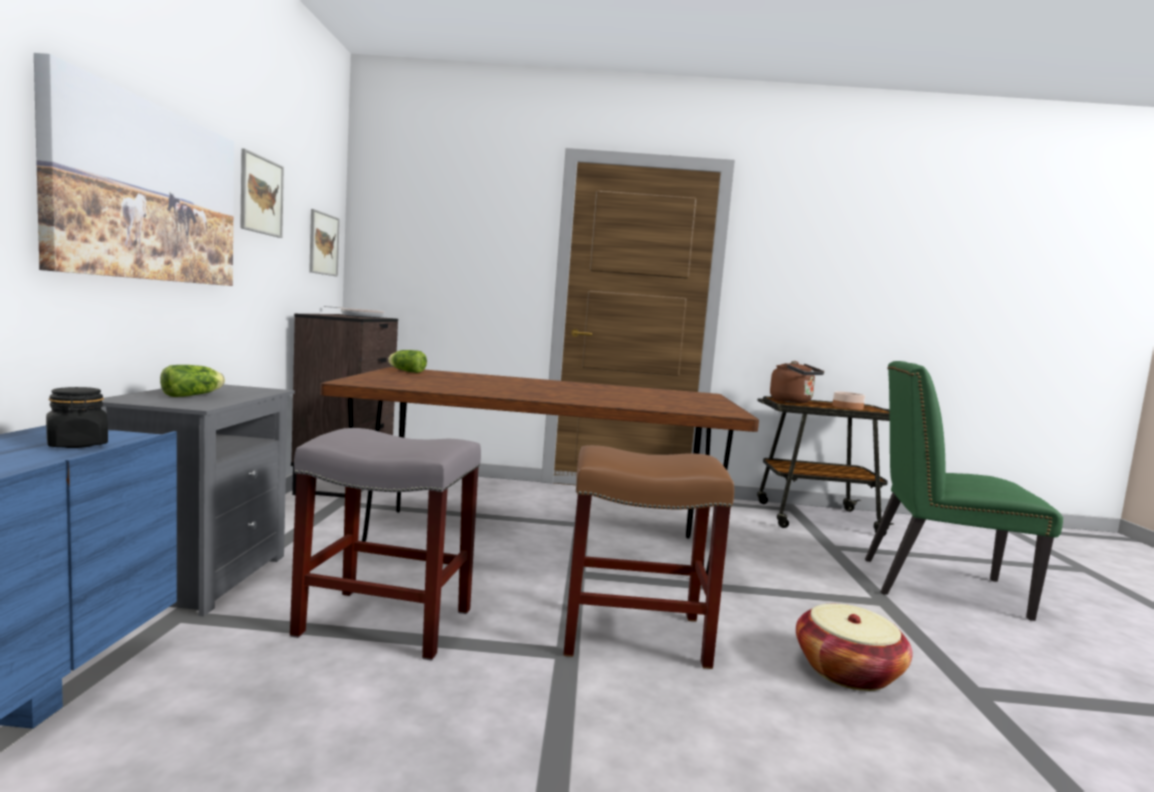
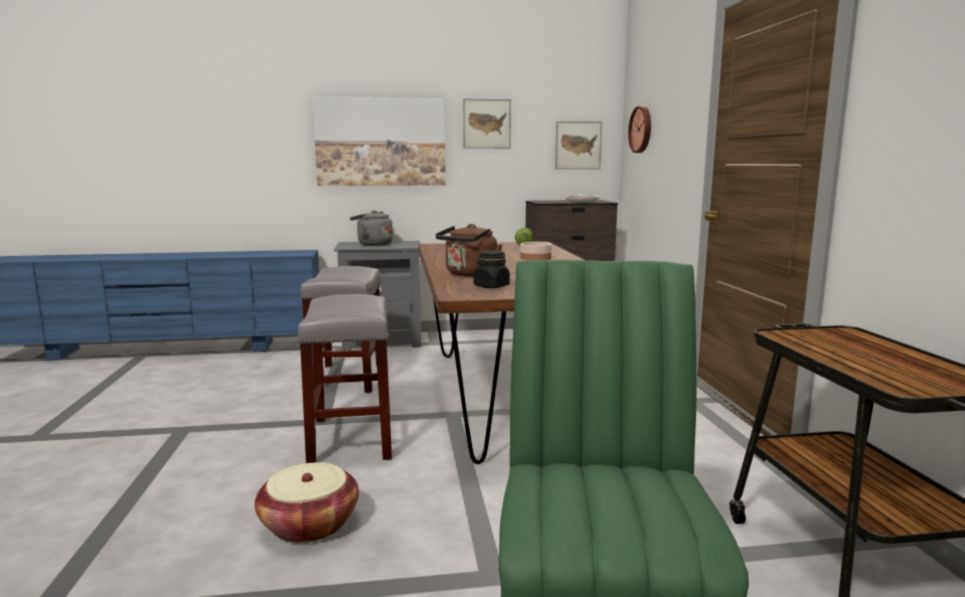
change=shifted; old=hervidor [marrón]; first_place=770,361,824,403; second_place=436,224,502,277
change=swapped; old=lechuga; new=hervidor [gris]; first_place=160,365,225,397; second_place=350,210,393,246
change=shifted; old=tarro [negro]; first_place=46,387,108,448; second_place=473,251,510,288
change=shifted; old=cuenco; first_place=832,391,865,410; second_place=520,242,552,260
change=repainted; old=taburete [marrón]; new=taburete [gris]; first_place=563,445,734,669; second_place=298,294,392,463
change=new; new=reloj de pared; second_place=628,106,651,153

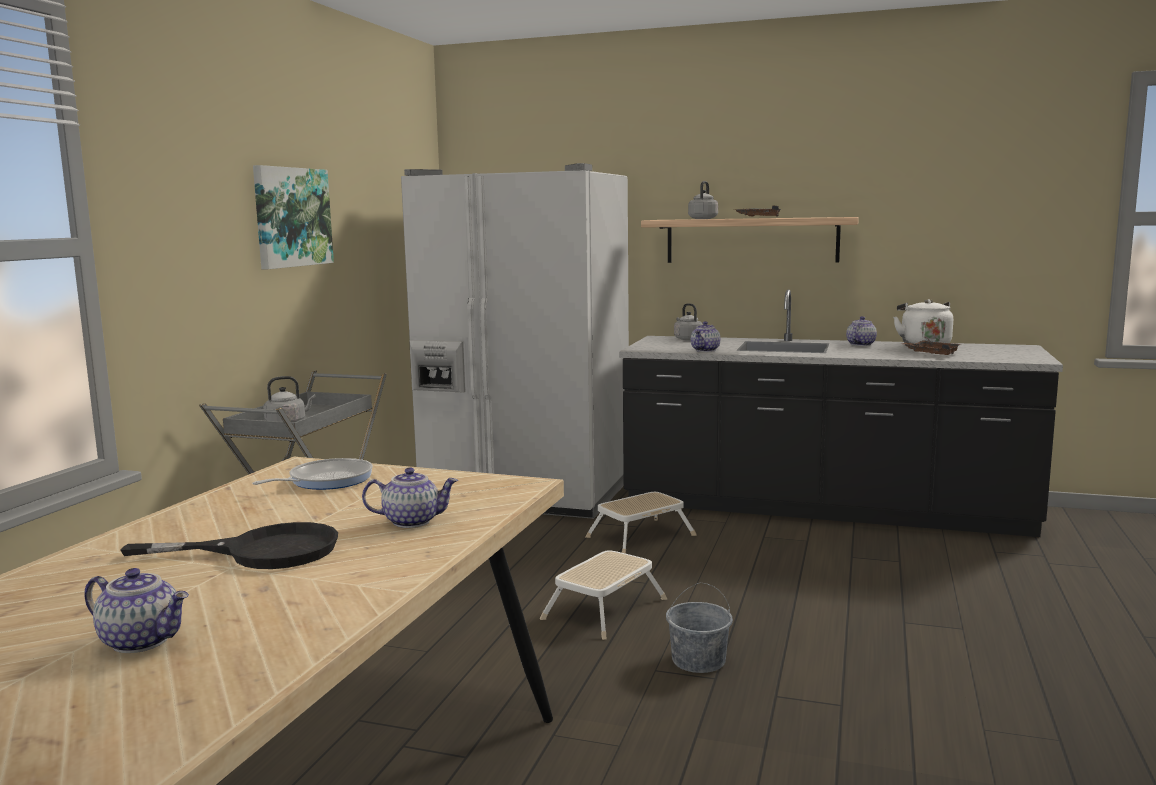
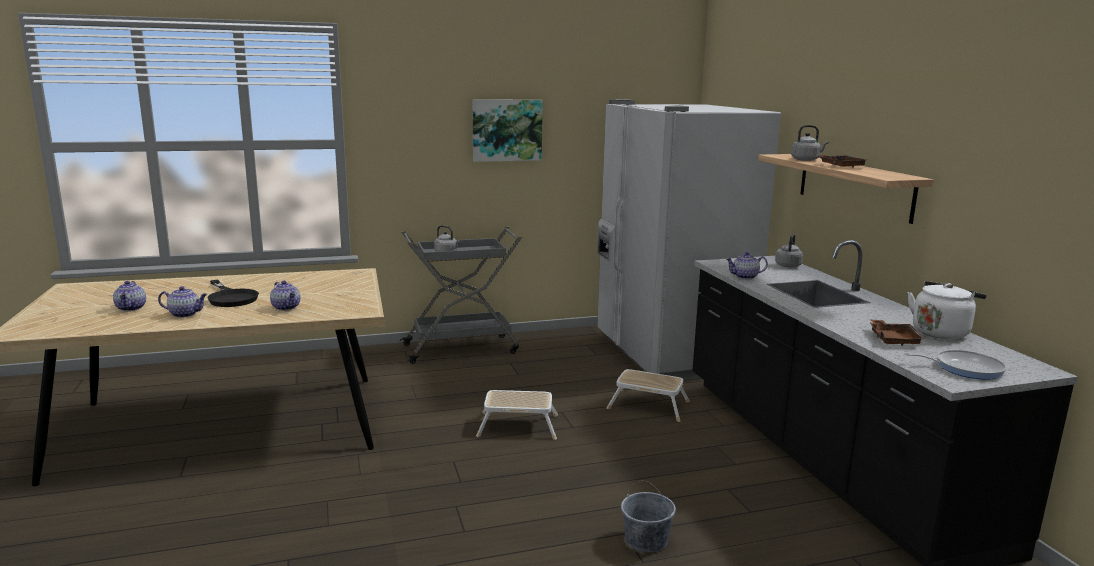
change=shifted; old=tetera; first_place=846,316,877,346; second_place=158,286,207,318
change=shifted; old=sartén; first_place=252,458,373,490; second_place=904,350,1007,380
change=shifted; old=cubo [gris]; first_place=666,583,733,673; second_place=621,481,676,552

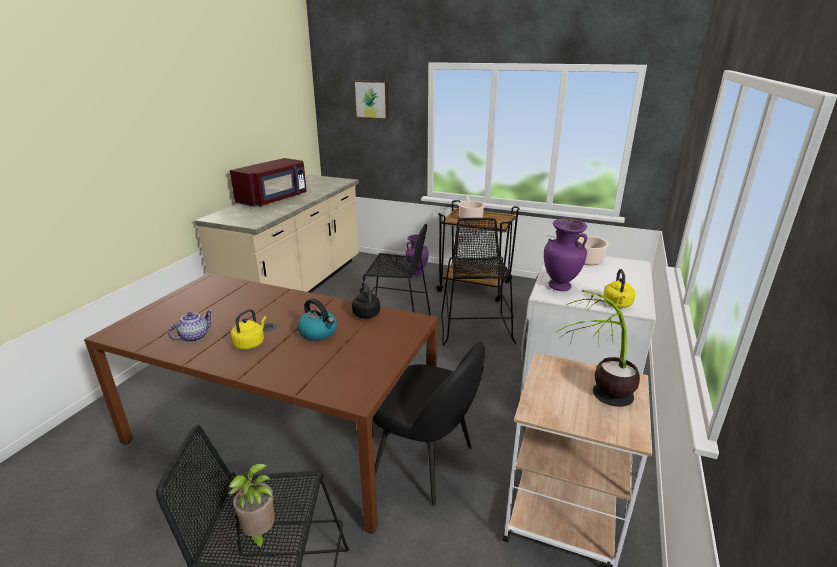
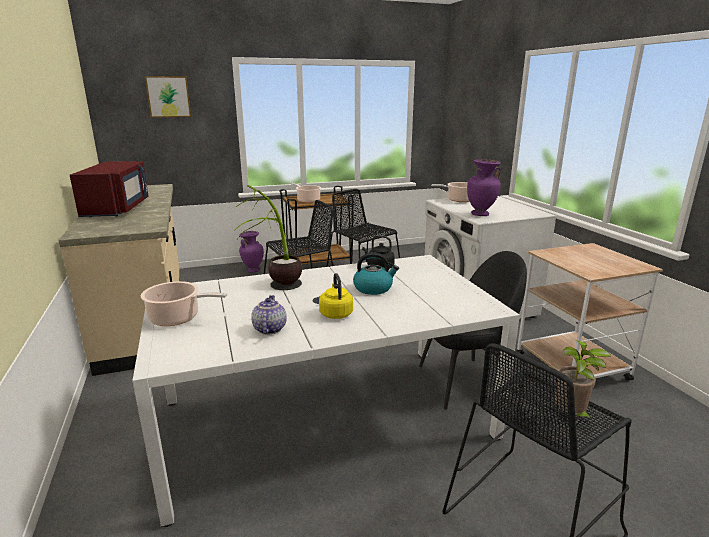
change=gone; old=hervidor [amarillo]; first_place=603,269,635,308
change=repainted; old=mesa de comedor [marrón]; new=mesa de comedor [blanco]; first_place=84,273,438,534; second_place=132,255,520,527
change=shifted; old=planta en maceta; first_place=556,290,640,407; second_place=234,185,302,290
change=new; new=olla; second_place=141,281,227,326

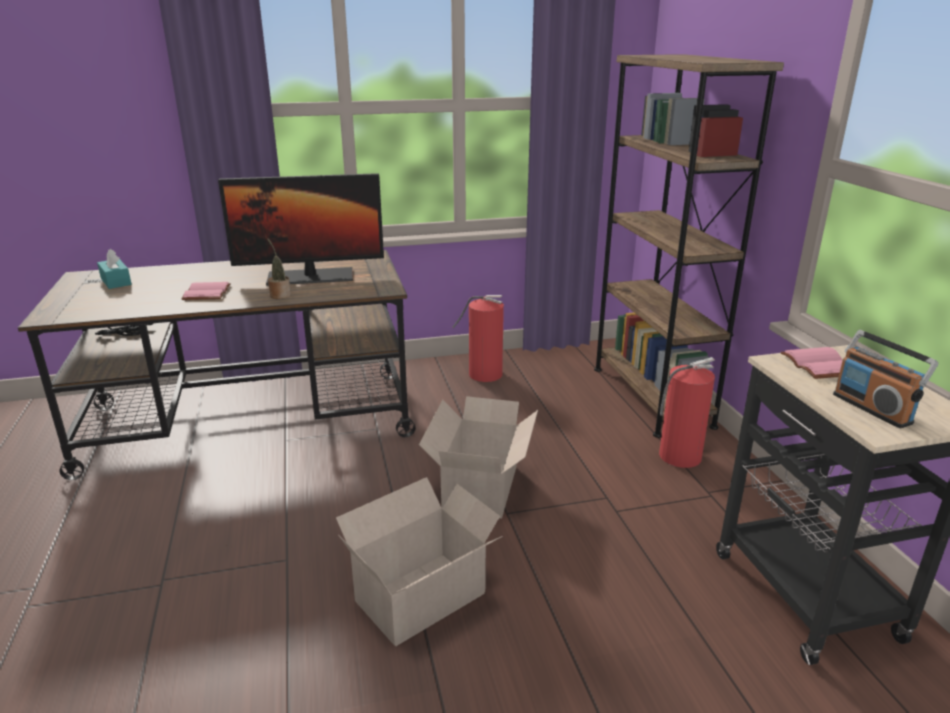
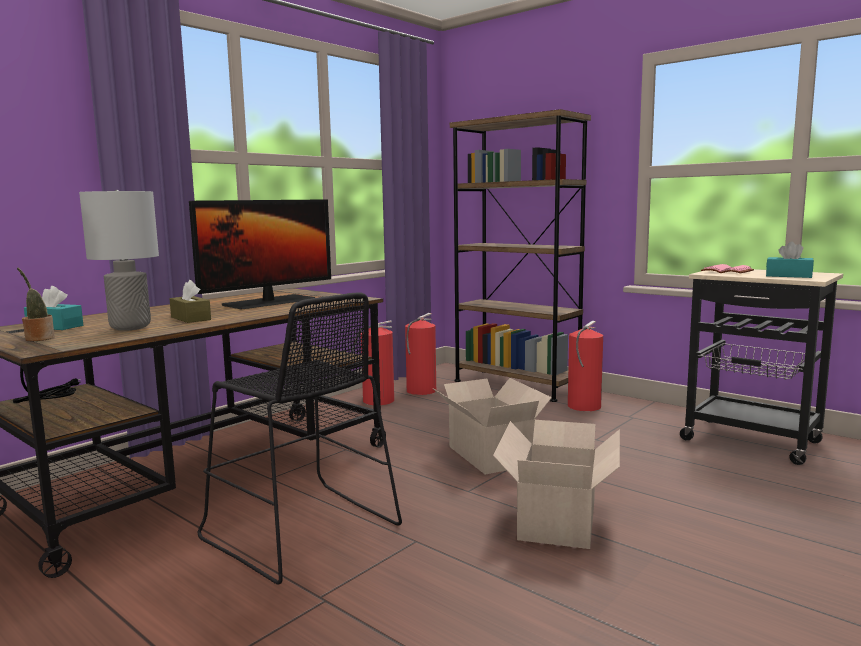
change=shifted; old=planta en maceta; first_place=267,238,291,299; second_place=17,268,55,341
change=swapped; old=libro [rosa]; new=caja de pañuelos [marrón]; first_place=182,282,231,300; second_place=170,280,211,323
change=swapped; old=radio; new=caja de pañuelos [turquesa]; first_place=833,330,938,428; second_place=766,241,814,278
change=new; new=lámpara de mesa [gris]; second_place=79,190,159,331
change=new; new=taburete [negro]; second_place=198,293,402,585
change=new; new=extintor; second_place=405,313,436,395

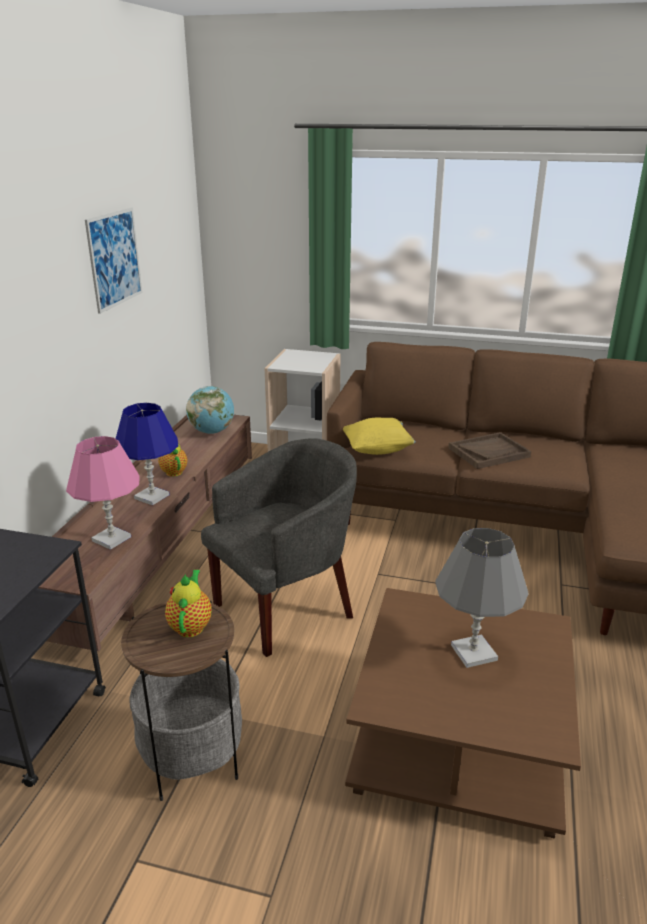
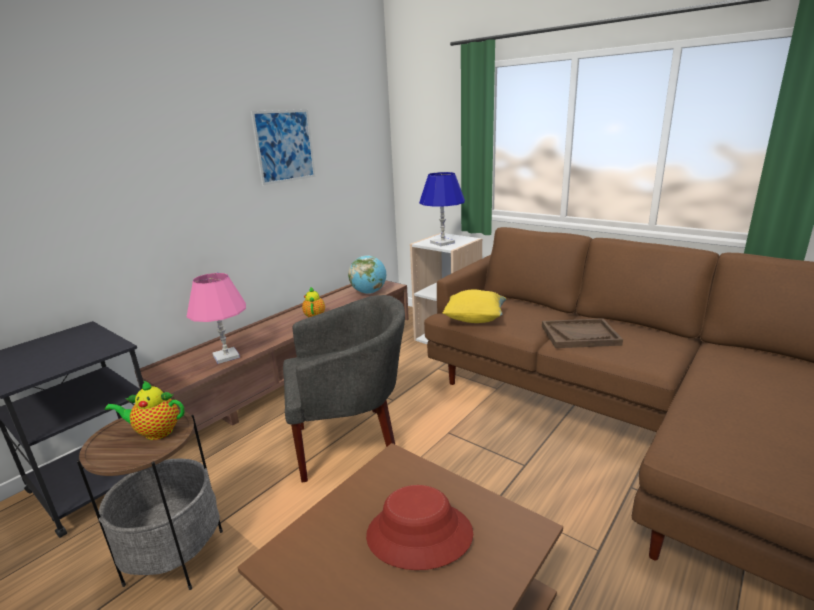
change=shifted; old=lámpara de mesa [azul]; first_place=116,403,178,505; second_place=419,172,465,246
change=swapped; old=lámpara de mesa [gris]; new=sombrero [rojo]; first_place=435,528,528,668; second_place=366,485,473,570
change=rotated; old=tetera; first_place=165,570,212,637; second_place=105,380,185,440; degrees=-120

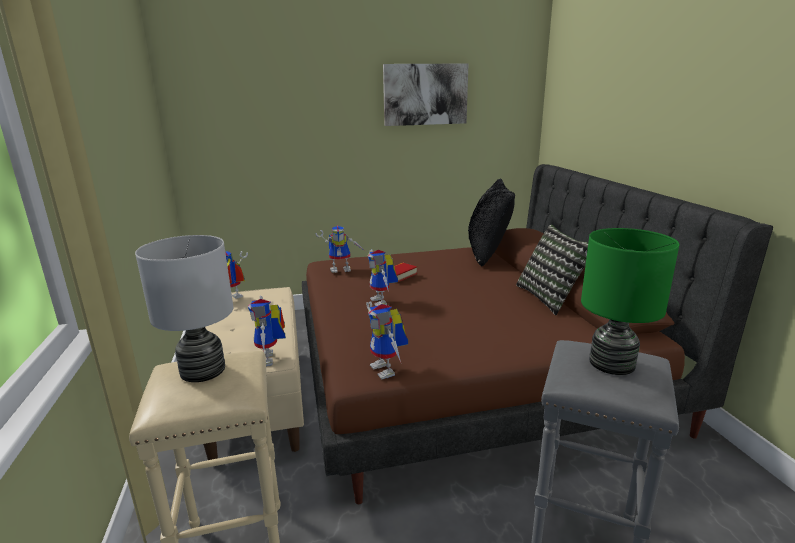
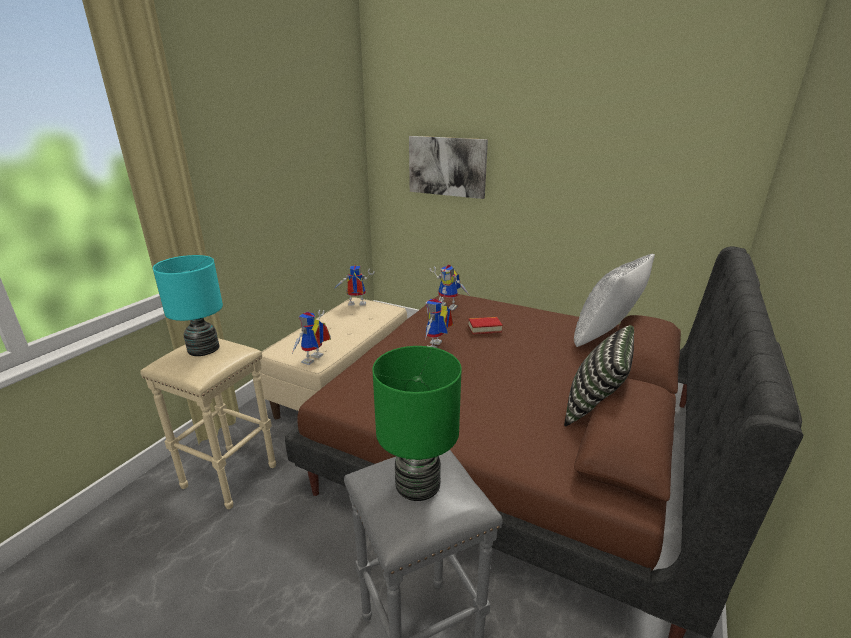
change=shifted; old=cuadro; first_place=383,63,468,126; second_place=409,136,488,199
change=repainted; old=cojín [negro]; new=cojín [blanco]; first_place=468,178,515,266; second_place=574,253,655,347
change=repainted; old=lámpara de mesa [gris]; new=lámpara de mesa [turquesa]; first_place=135,235,233,382; second_place=153,255,223,356
change=gone; old=robot de juguete; first_place=366,301,408,379

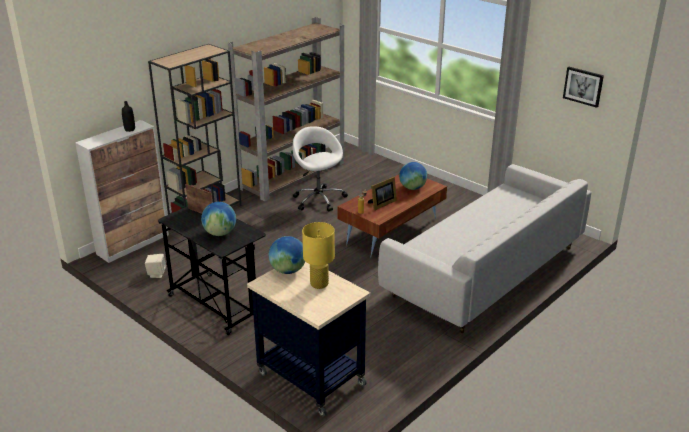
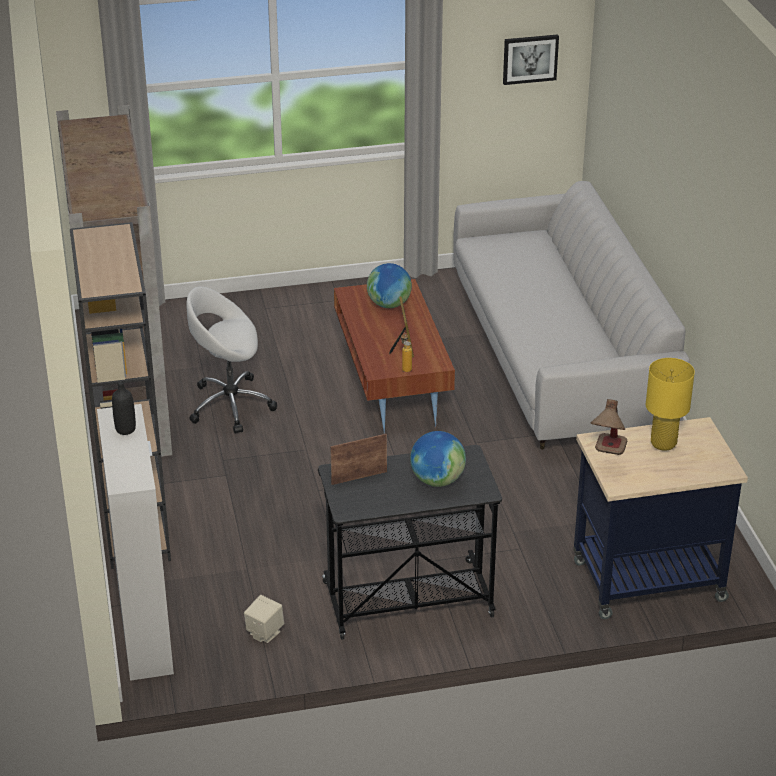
change=swapped; old=globo terráqueo; new=lámpara de mesa; first_place=269,236,305,274; second_place=590,399,627,455

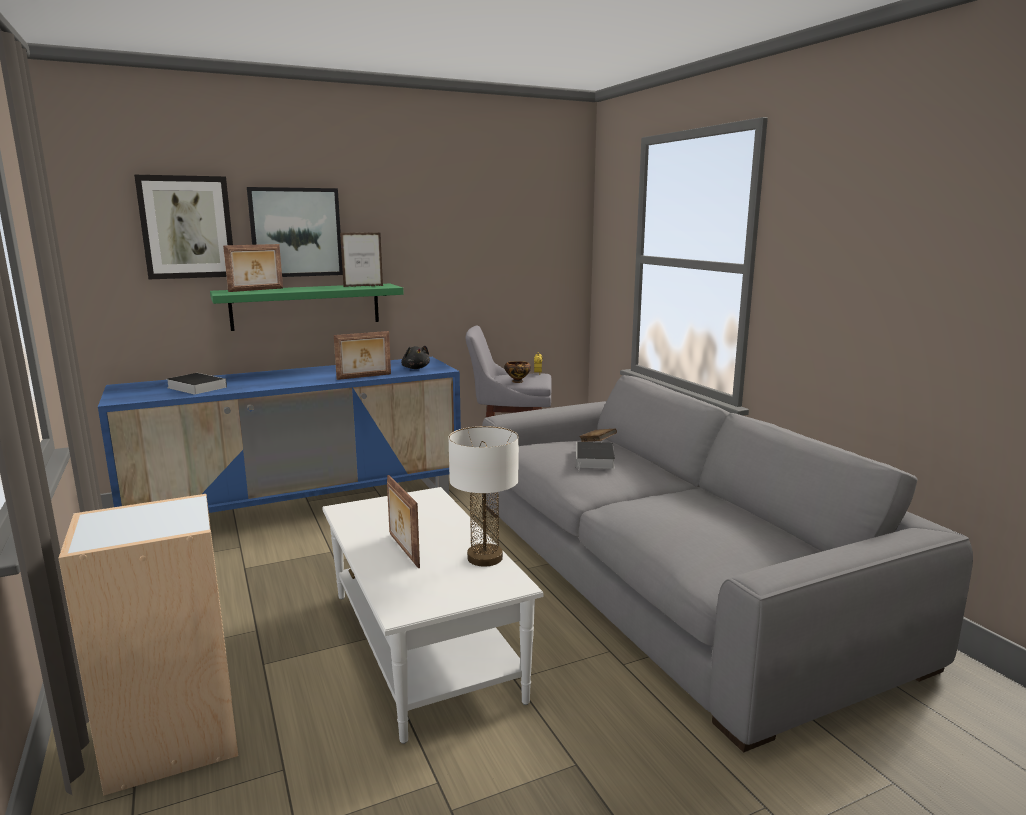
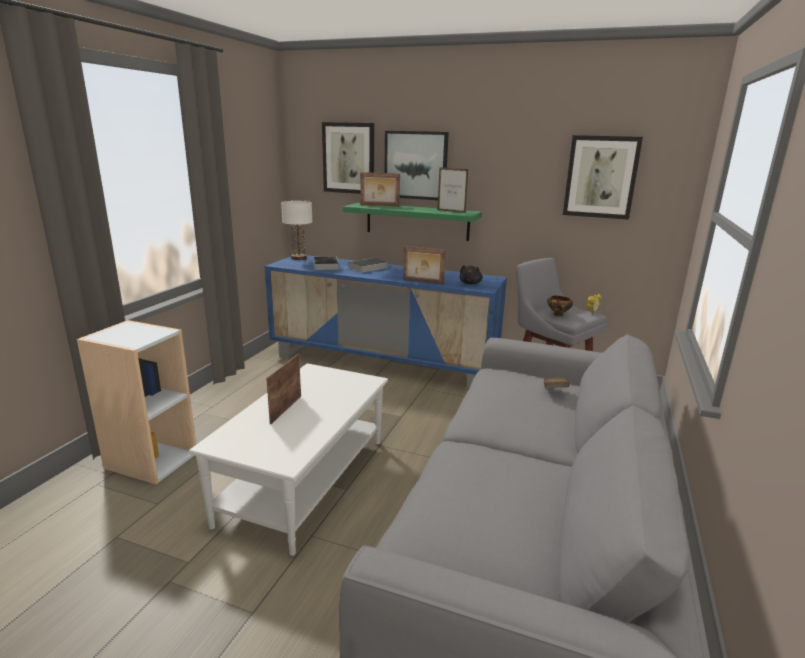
change=shifted; old=lámpara de mesa; first_place=449,426,519,566; second_place=281,200,312,260
change=shifted; old=libro; first_place=576,442,615,471; second_place=344,258,387,273
change=new; new=cuadro; second_place=563,135,643,220

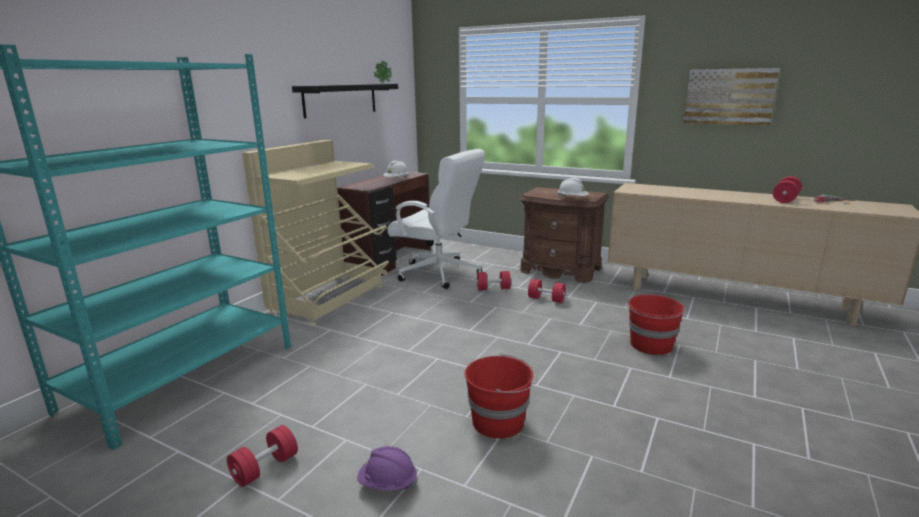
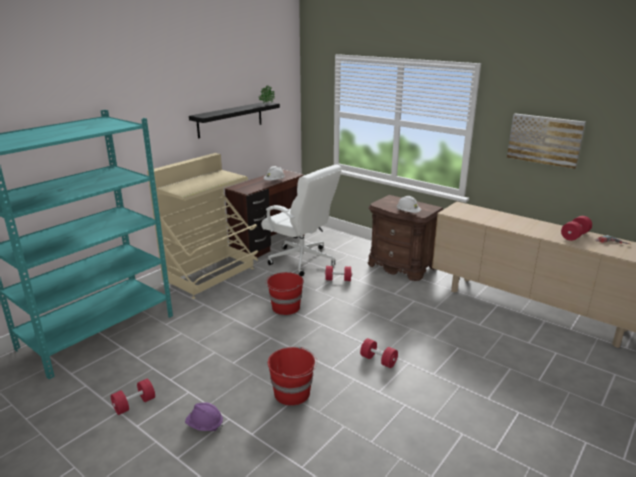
change=shifted; old=mancuerna [rojo]; first_place=528,279,566,303; second_place=360,338,398,368
change=shifted; old=cubo [rojo]; first_place=627,294,685,355; second_place=265,272,304,315

